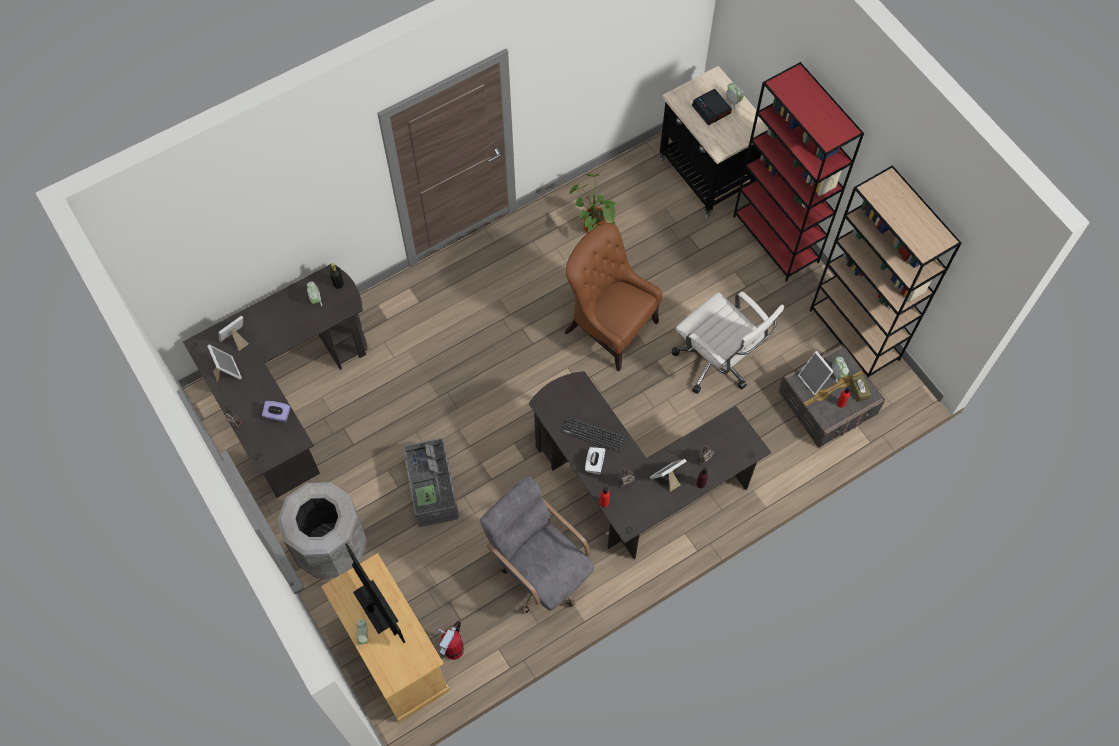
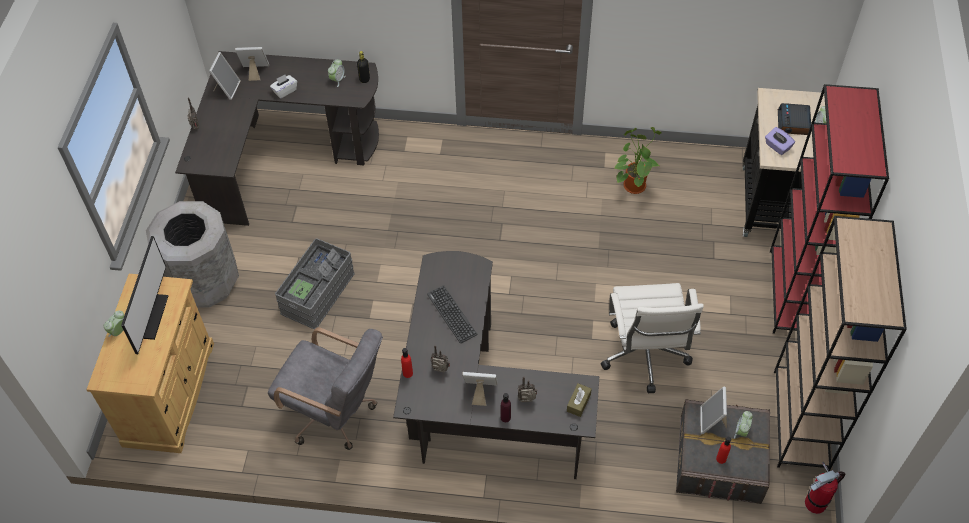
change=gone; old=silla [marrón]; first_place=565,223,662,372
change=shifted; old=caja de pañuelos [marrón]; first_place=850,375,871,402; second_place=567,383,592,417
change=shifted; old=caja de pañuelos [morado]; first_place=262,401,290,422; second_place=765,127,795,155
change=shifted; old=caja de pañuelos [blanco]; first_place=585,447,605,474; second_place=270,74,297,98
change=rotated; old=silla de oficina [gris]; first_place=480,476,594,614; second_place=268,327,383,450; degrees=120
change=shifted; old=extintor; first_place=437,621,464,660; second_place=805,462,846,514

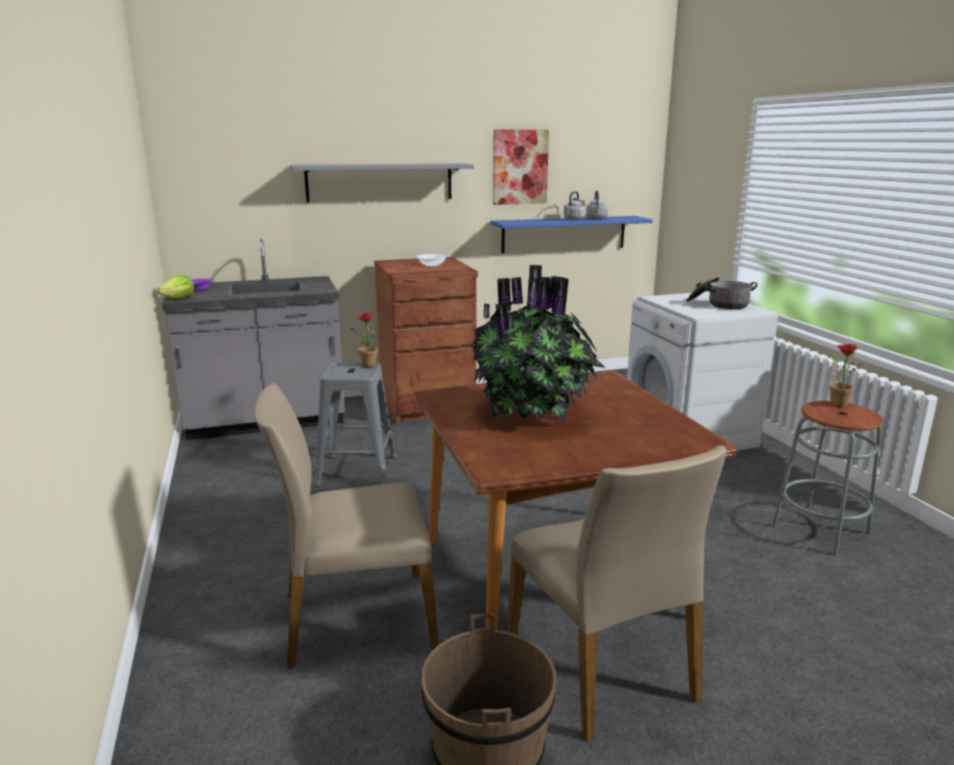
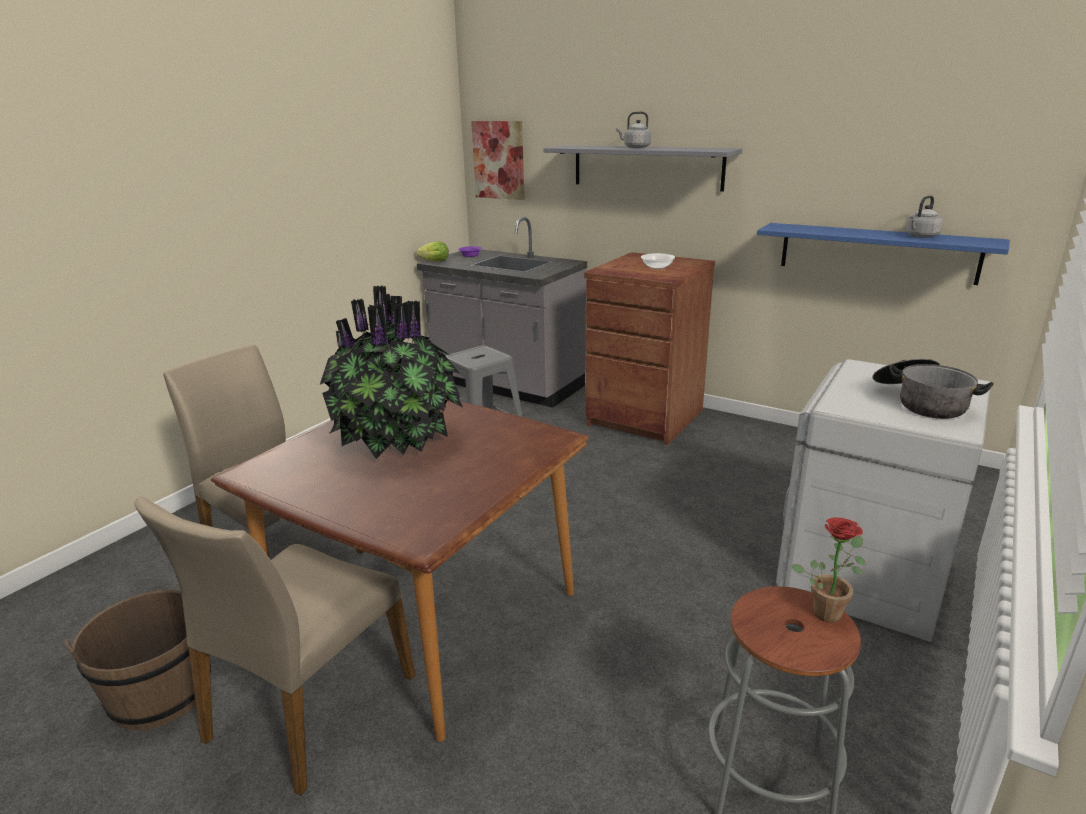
change=shifted; old=cuadro; first_place=493,130,549,205; second_place=471,121,525,200
change=shifted; old=hervidor [gris]; first_place=563,191,586,220; second_place=616,111,651,148
change=gone; old=planta en maceta; first_place=350,312,379,367

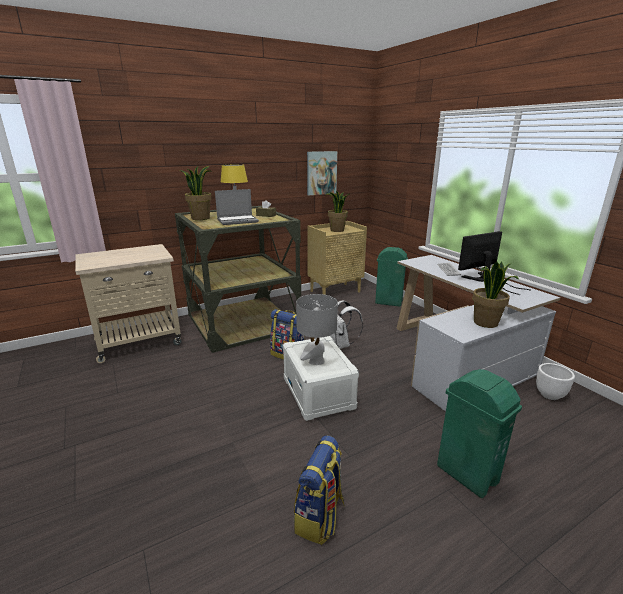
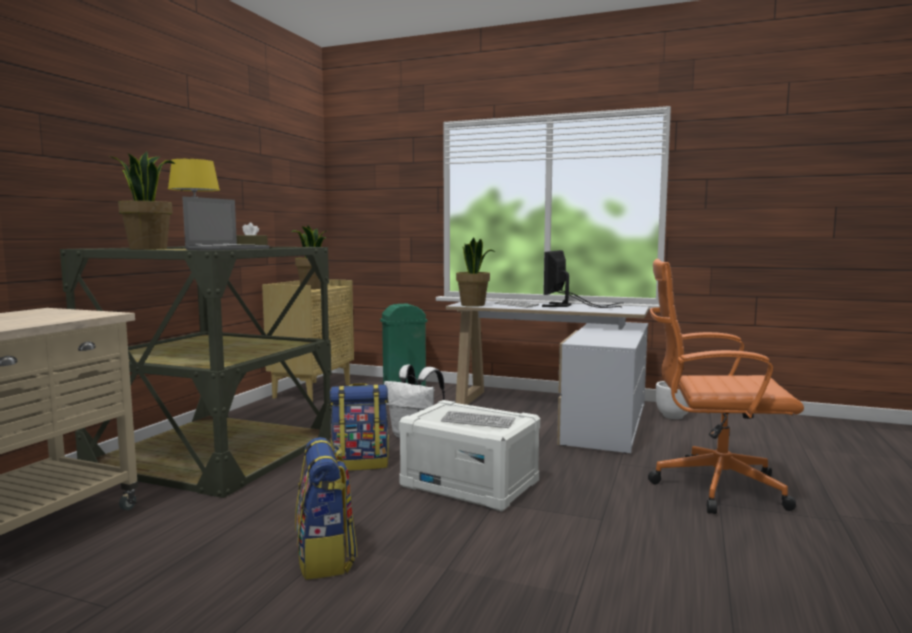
change=gone; old=cuadro; first_place=307,151,337,195
change=shifted; old=planta en maceta; first_place=472,261,519,328; second_place=456,238,495,307
change=swapped; old=lámpara de mesa [gris]; new=teclado; first_place=296,294,338,365; second_place=441,411,515,428
change=swapped; old=papelera [verde]; new=silla de oficina [naranja]; first_place=437,369,522,498; second_place=648,259,804,514
change=shifted; old=mochila; first_place=294,435,345,545; second_place=295,437,357,580

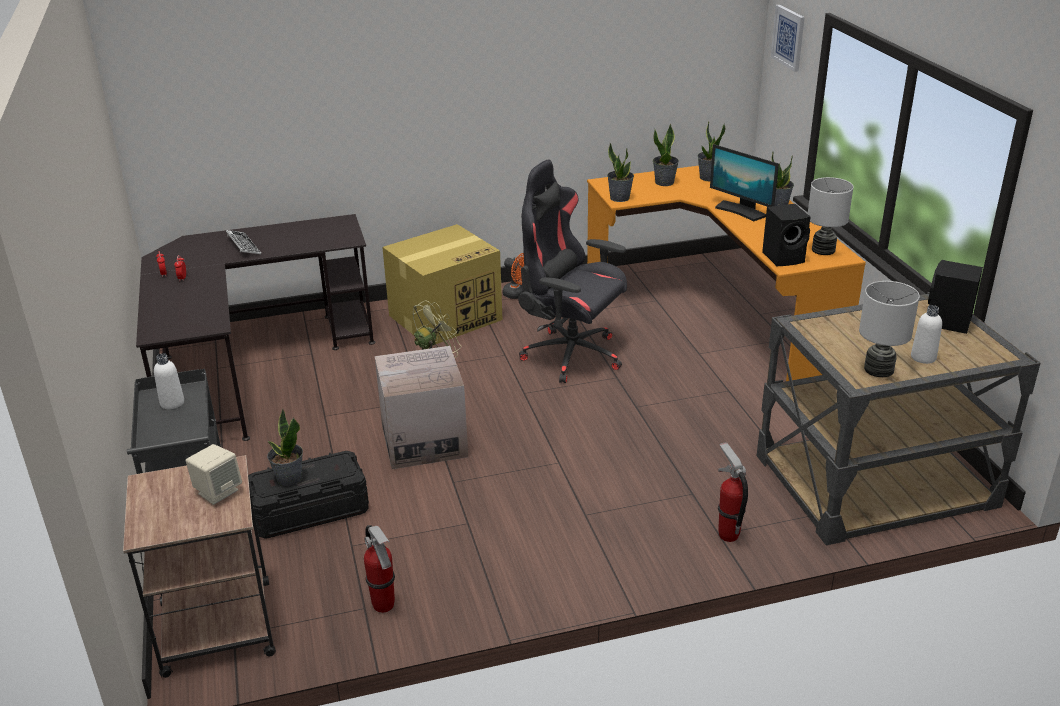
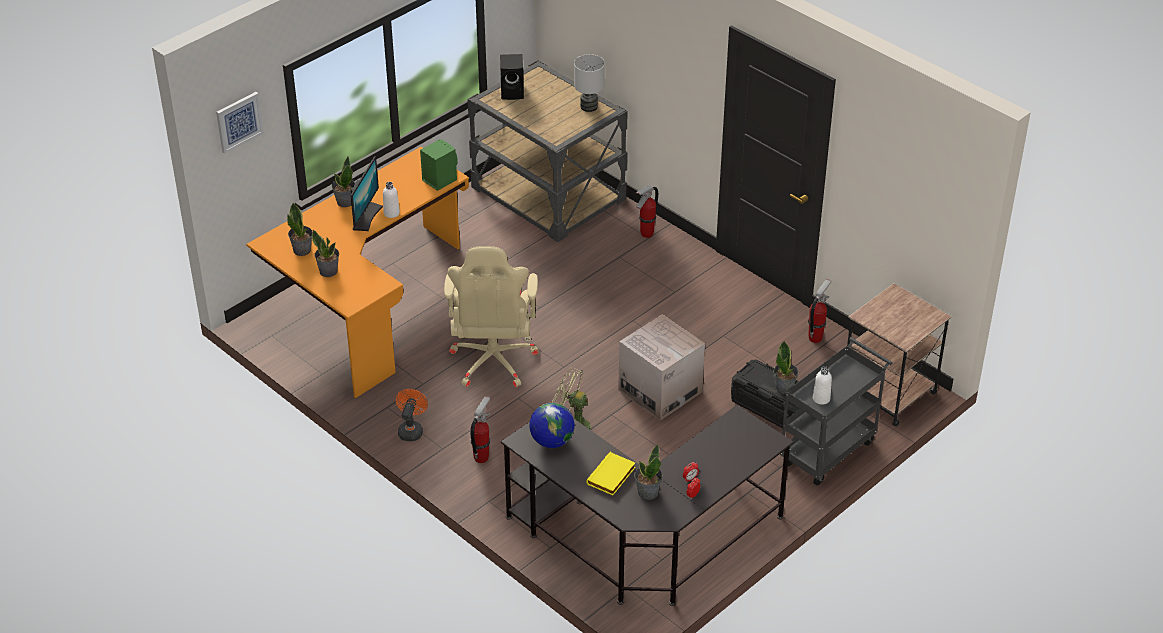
change=shifted; old=planta en maceta; first_place=607,143,634,202; second_place=634,444,663,500
change=repainted; old=silla de oficina [negro]; new=silla de oficina [beis]; first_place=518,160,627,383; second_place=444,246,539,387
change=gone; old=lámpara de mesa [gris]; first_place=808,177,853,255
change=repainted; old=altavoz [negro]; new=altavoz [verde]; first_place=762,204,811,266; second_place=420,139,458,191
change=swapped; old=caja de cartón; new=extintor; first_place=382,224,503,346; second_place=471,396,490,463
change=swapped; old=teclado; new=libro [amarillo]; first_place=226,230,261,254; second_place=586,452,636,495
change=shifted; old=botella [blanco]; first_place=911,305,942,364; second_place=383,182,400,218
change=gone; old=altavoz [beis]; first_place=186,444,242,505
change=new; new=globo terráqueo; second_place=529,403,575,448

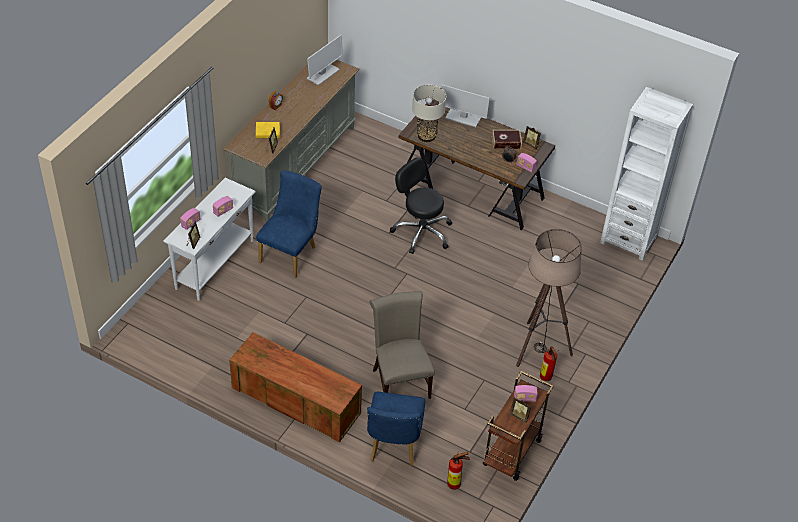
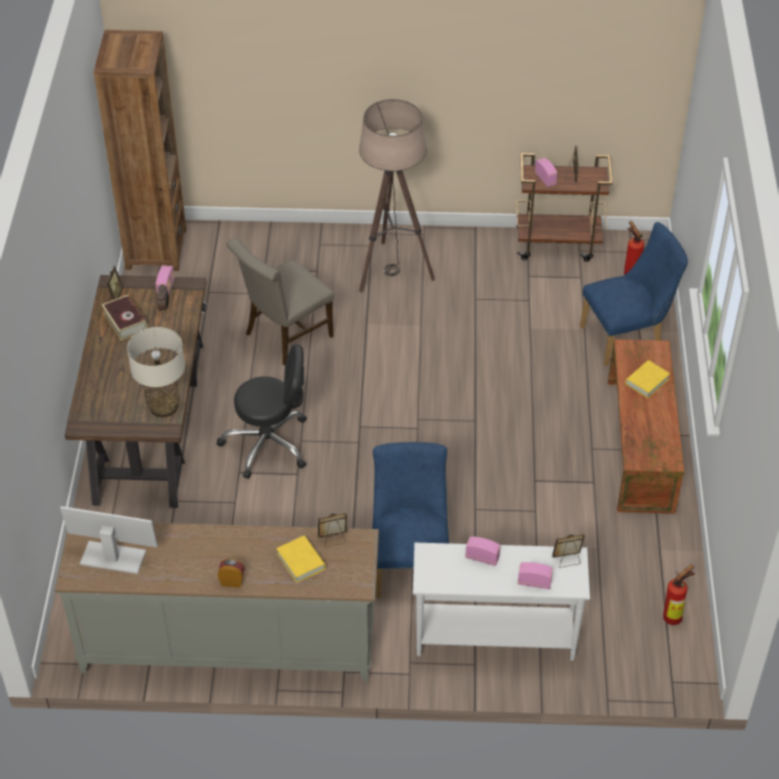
change=gone; old=monitor; first_place=439,84,490,127
change=repainted; old=estantería [blanco]; new=estantería [marrón]; first_place=600,87,693,261; second_place=94,30,186,271
change=rotated; old=silla de oficina [negro]; first_place=390,157,452,254; second_place=217,344,307,479; degrees=-105
change=rotated; old=silla [azul]; first_place=256,171,322,278; second_place=372,442,449,598; degrees=90
change=shifted; old=silla [beis]; first_place=370,291,435,399; second_place=226,239,334,366
change=shifted; old=extintor; first_place=540,346,558,381; second_place=663,564,695,625
change=new; new=libro [amarillo]; second_place=625,360,670,398

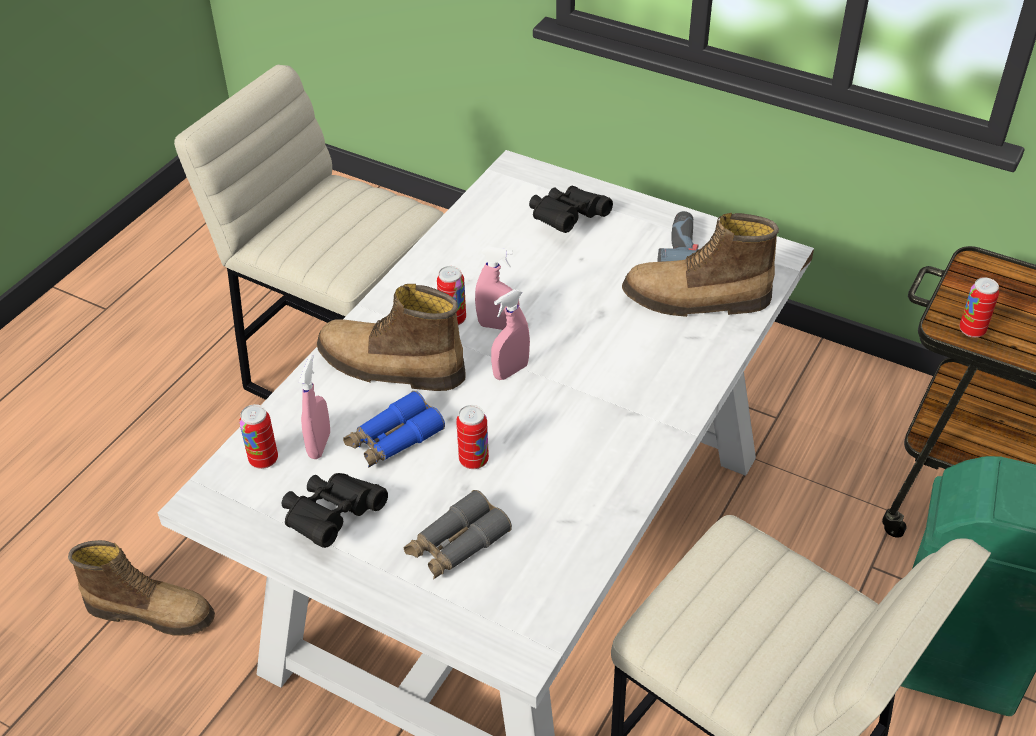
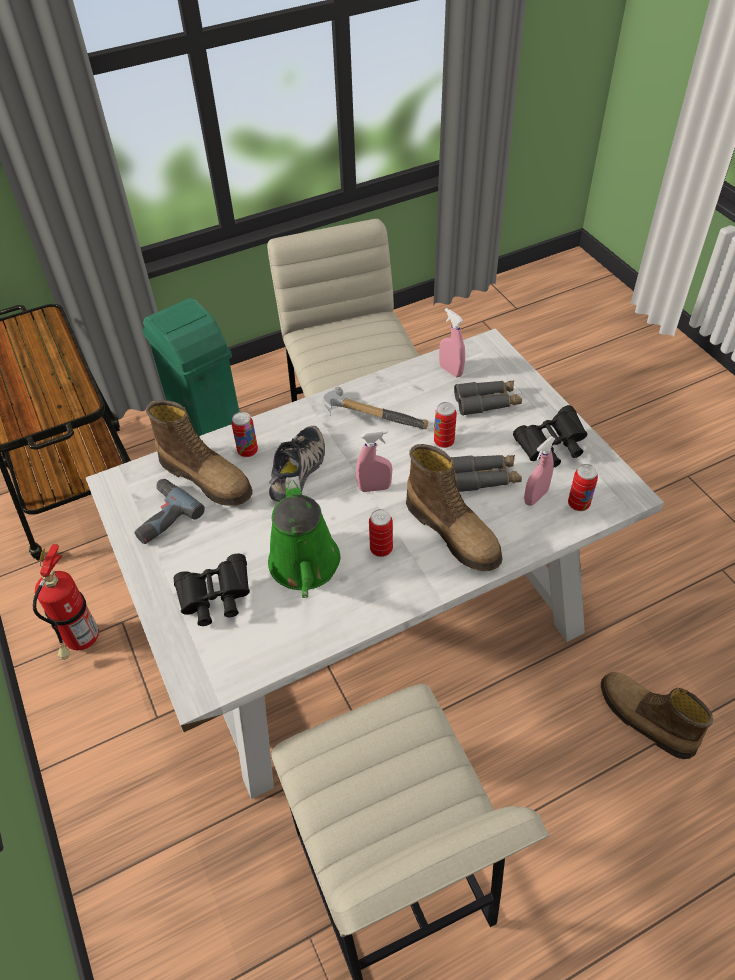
change=shifted; old=pulverizador [rosa]; first_place=475,247,519,330; second_place=439,308,465,377
change=shifted; old=lata; first_place=960,277,999,338; second_place=231,412,258,457
change=repainted; old=prismáticos [azul]; new=prismáticos [gris]; first_place=343,391,445,468; second_place=451,455,522,492
change=new; new=martillo; second_place=322,387,428,429
change=new; new=zapato; second_place=269,426,325,502
change=new; new=regadera [verde]; second_place=268,476,340,598
change=new; new=extintor; second_place=33,544,99,660

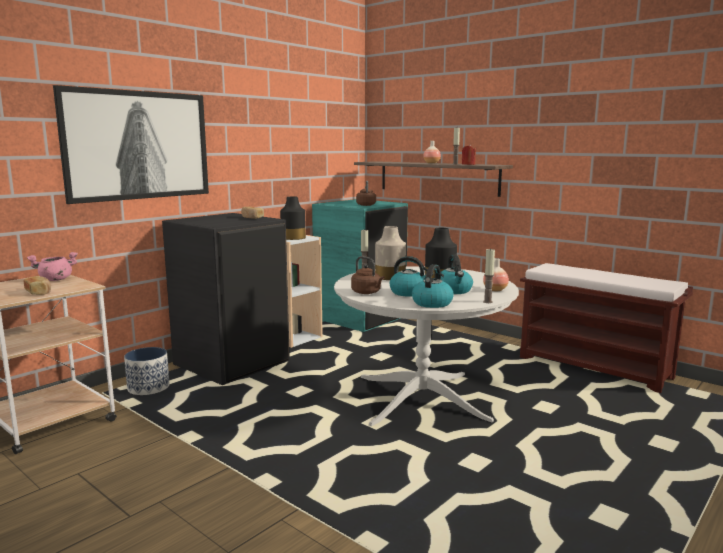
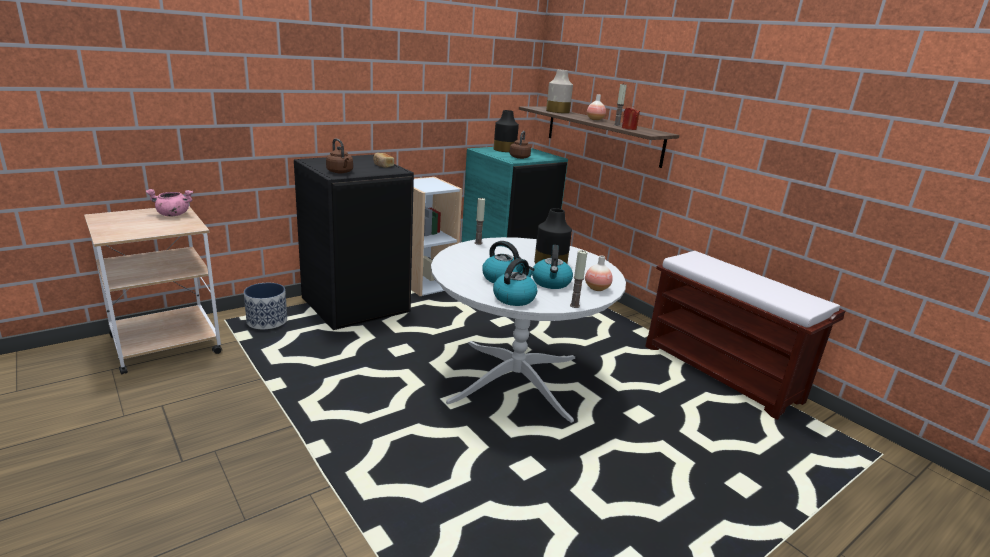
change=gone; old=cuadro; first_place=53,85,209,204
change=shifted; old=florero [negro]; first_place=280,196,306,240; second_place=494,110,519,152
change=shifted; old=florero [beis]; first_place=375,226,406,280; second_place=546,70,573,113
change=shifted; old=hervidor [marrón]; first_place=351,256,385,294; second_place=326,138,353,173
change=gone; old=pan; first_place=24,276,51,295

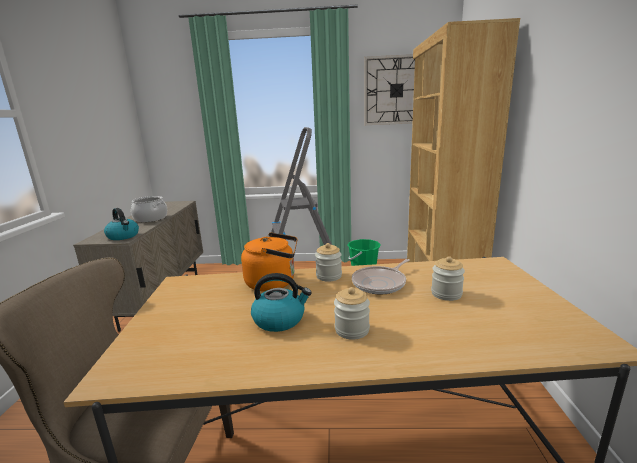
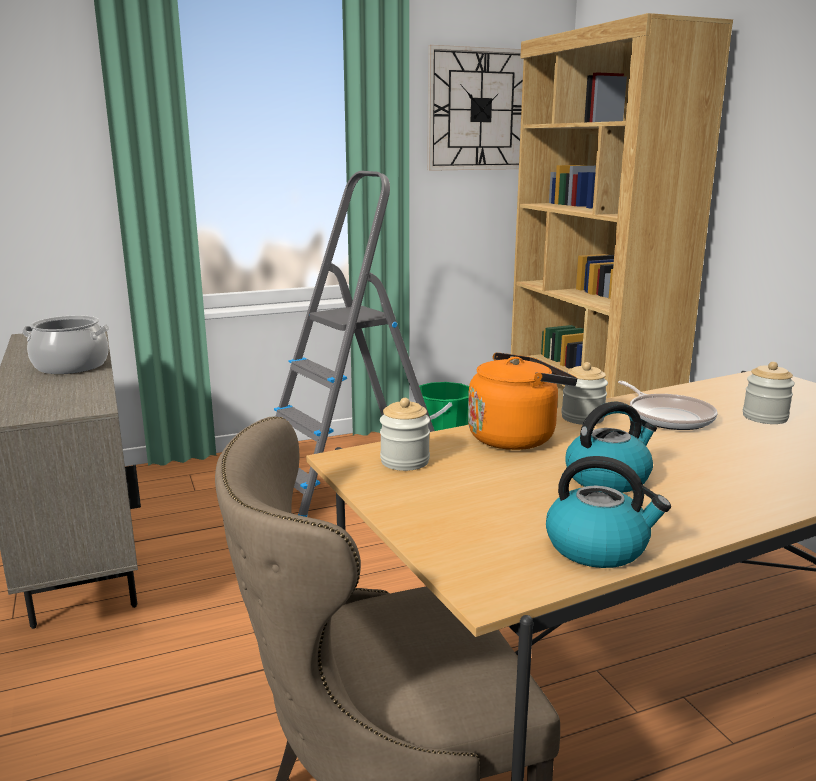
change=shifted; old=hervidor; first_place=104,208,139,240; second_place=546,456,671,568
change=rotated; old=sartén; first_place=352,259,410,294; second_place=618,381,718,430; degrees=-45
change=shifted; old=tarro; first_place=334,287,370,340; second_place=380,398,430,471

